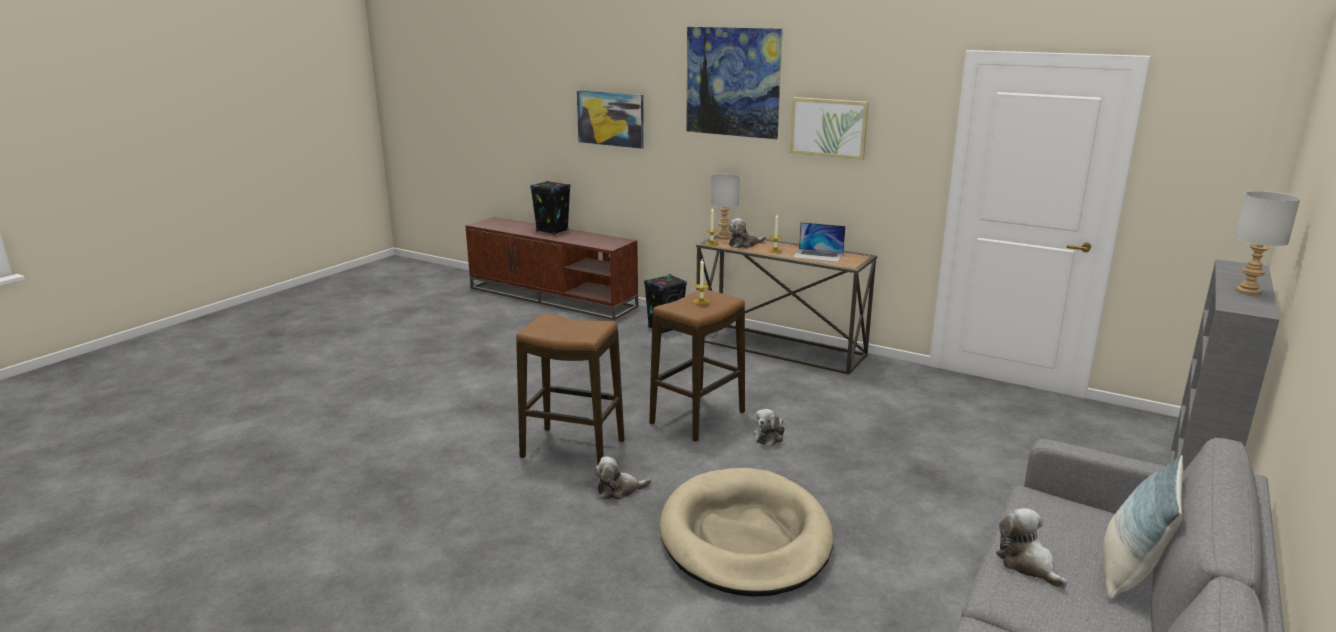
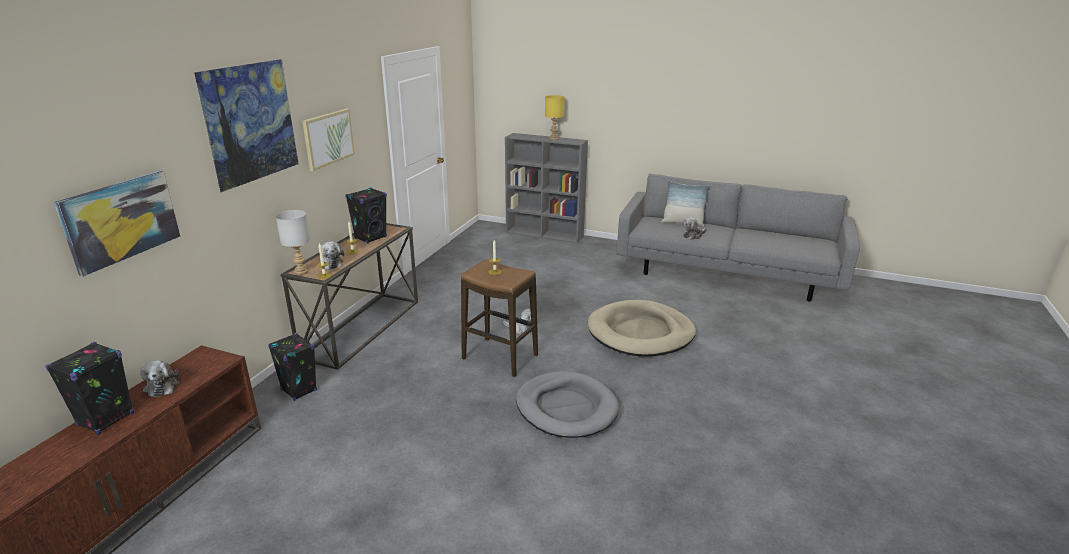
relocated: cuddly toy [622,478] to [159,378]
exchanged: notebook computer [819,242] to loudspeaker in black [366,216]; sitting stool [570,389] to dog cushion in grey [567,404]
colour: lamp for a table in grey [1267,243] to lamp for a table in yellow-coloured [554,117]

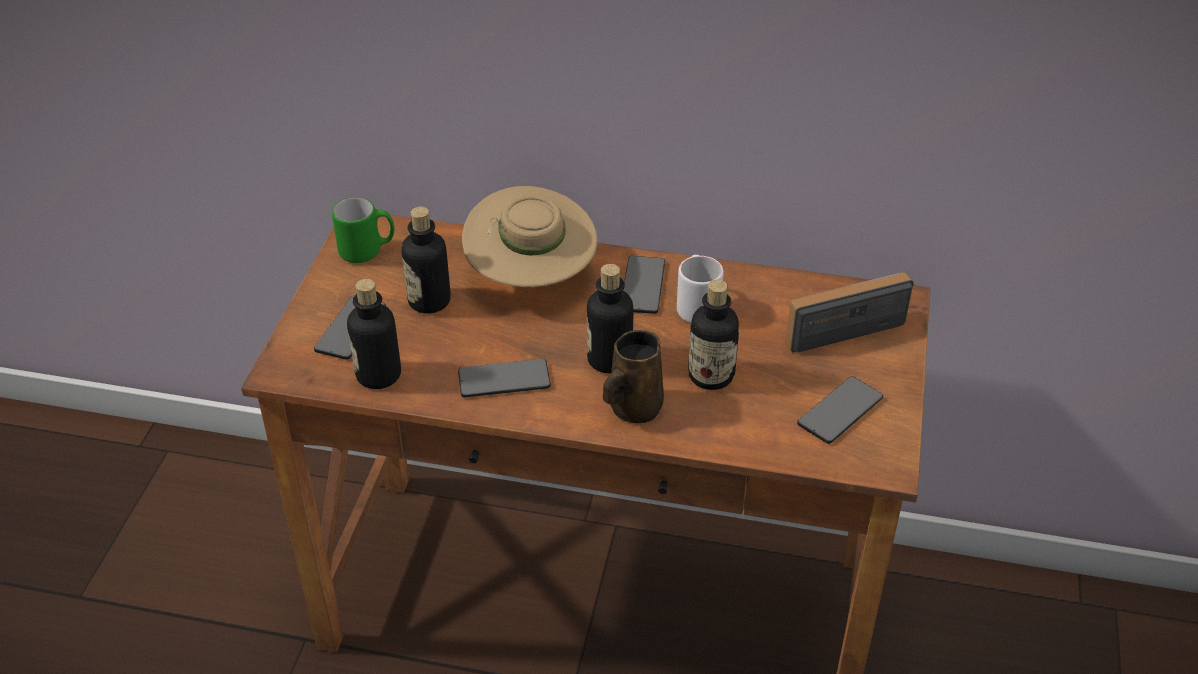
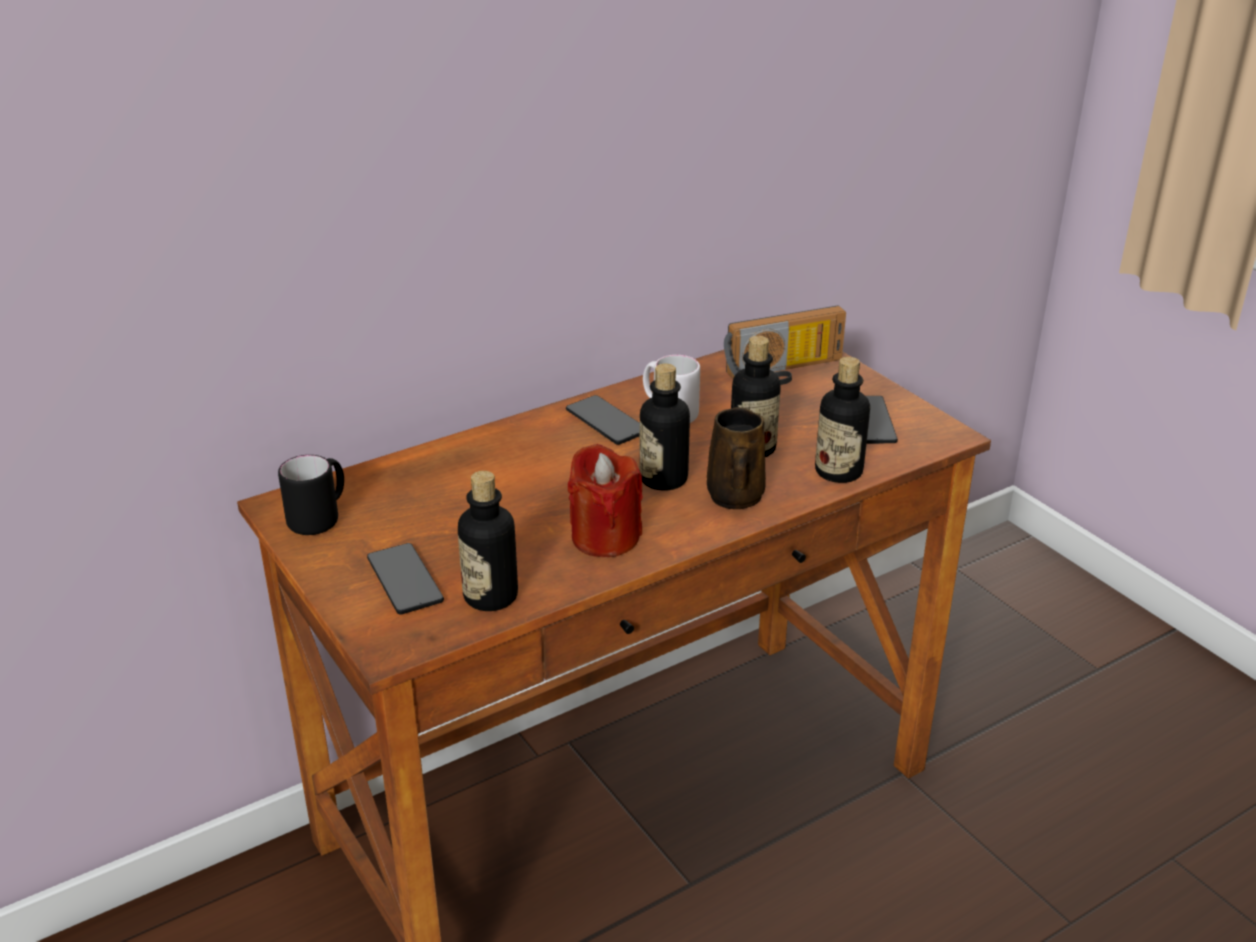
missing: clothing hat in beige-coloured [529,236]
relocated: beverage bottle [426,260] to [842,420]
exchanged: phone [504,378] to candle in red [605,500]
colour: coffee mug in green [363,230] to coffee mug in black [311,495]
spun: radio [849,312] = [785,345] 135 degrees counterclockwise

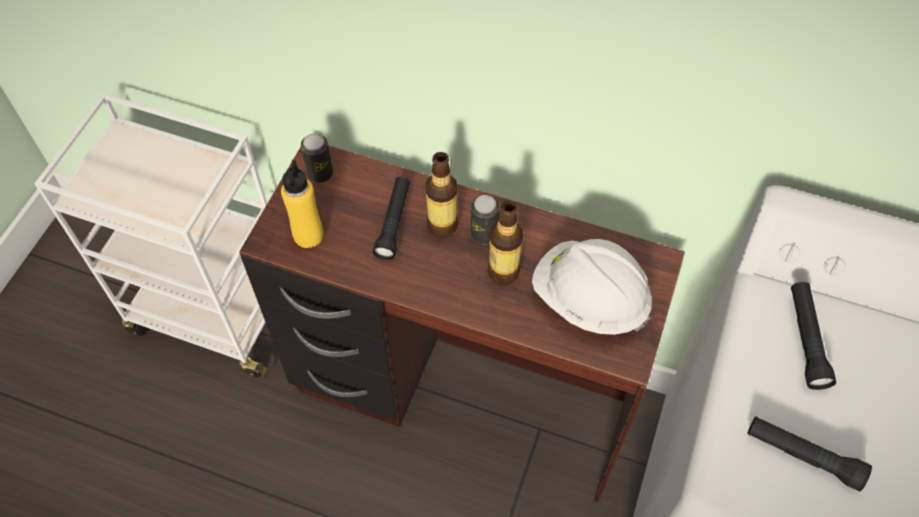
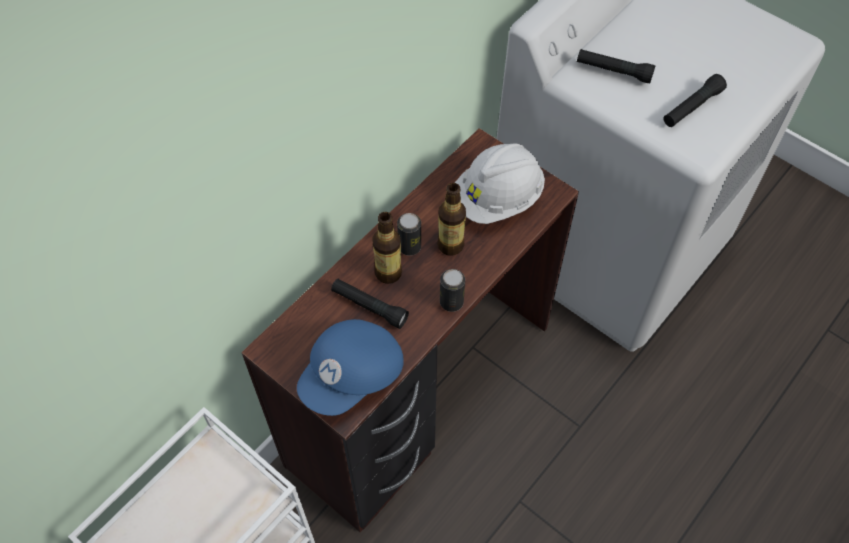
relocated: metal can [317,158] to [452,290]
exchanged: beverage bottle in yellow-coloured [302,204] to cap in blue [350,367]

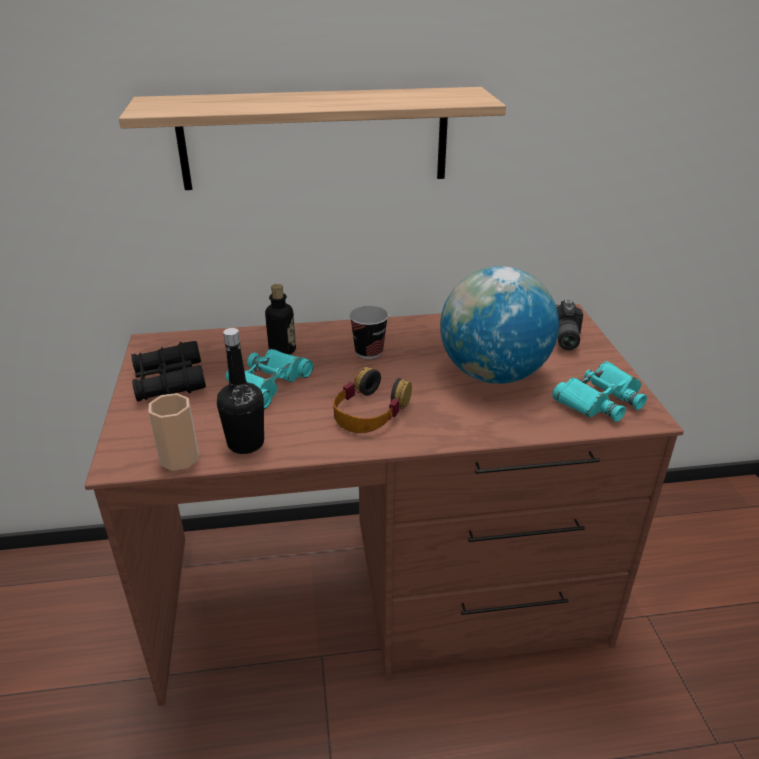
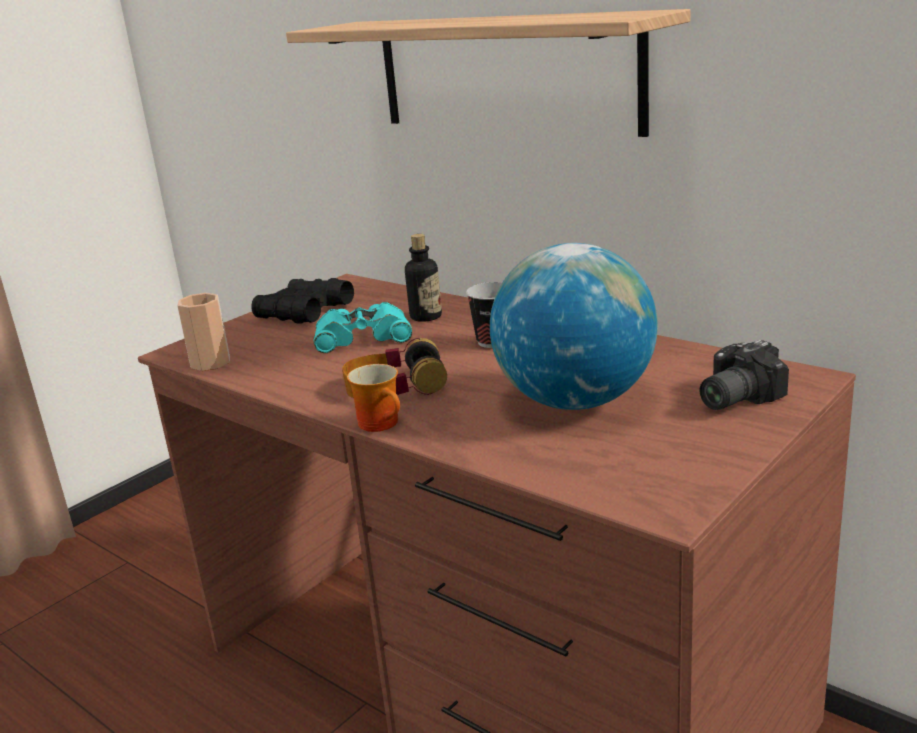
missing: beverage bottle in black [240,391]; field glasses in blue-green [599,391]
appeared: coffee mug [373,398]

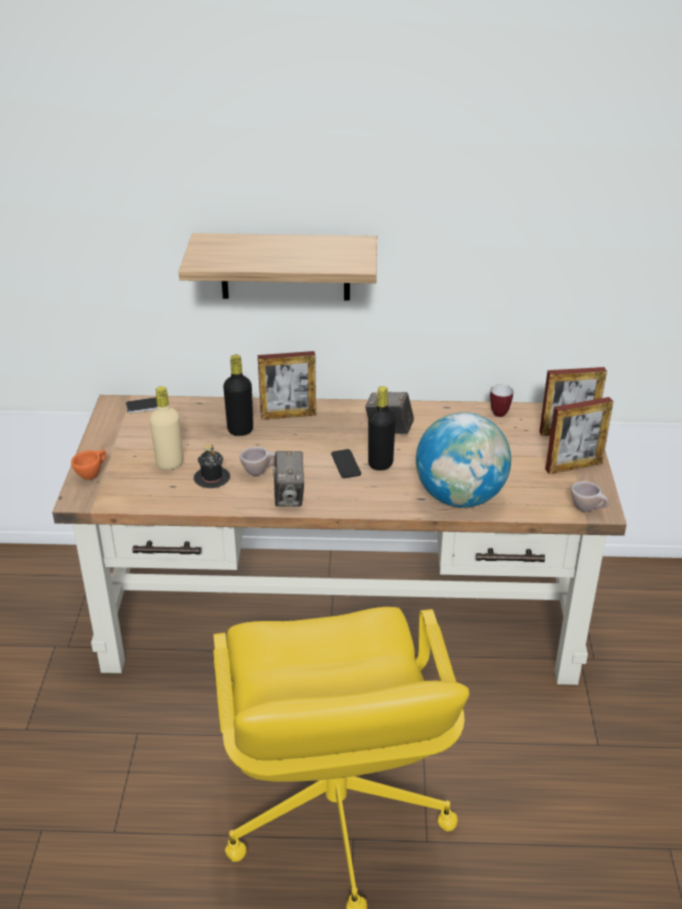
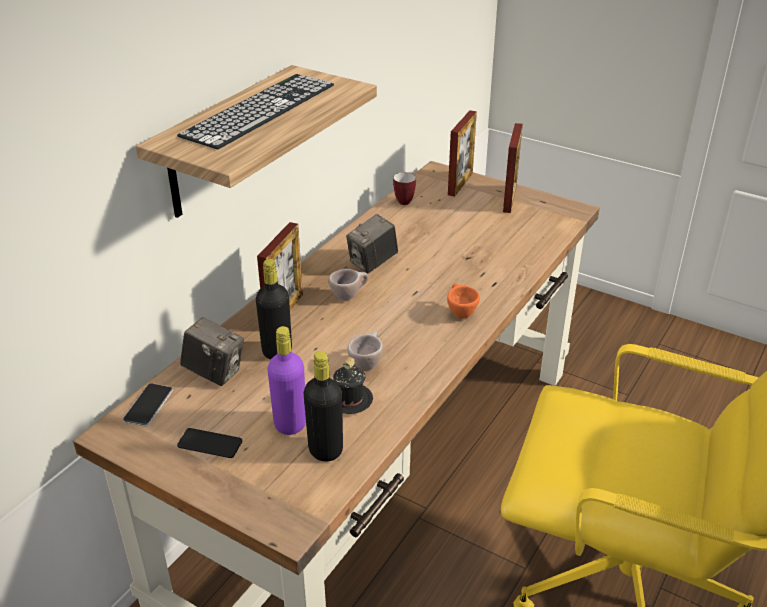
missing: world globe [463,460]
appeared: PC keyboard [255,111]
relocated: beverage bottle in black [382,428] to [323,406]; phone [346,463] to [209,443]; small cup in orange-coloured [88,465] to [463,301]; still camera [288,479] to [212,351]; small cup in beige-coloured [590,496] to [348,284]
colour: beverage bottle in beige-coloured [166,428] to beverage bottle in purplish [286,380]

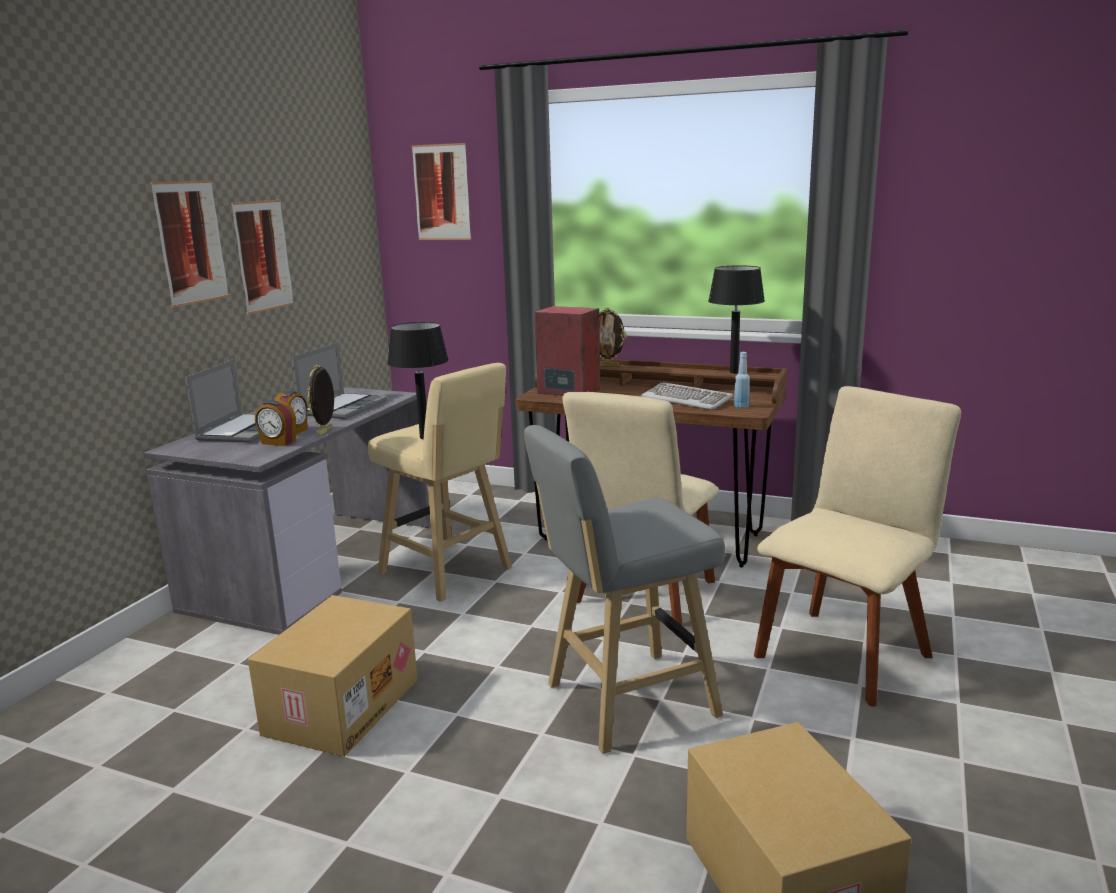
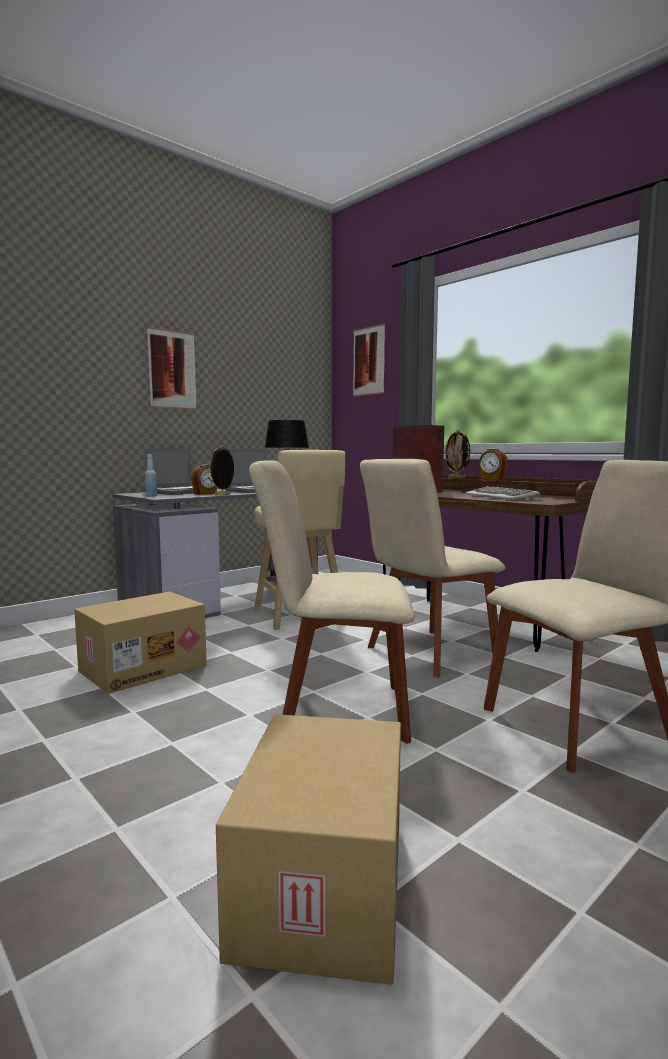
missing: wall picture [262,257]; lamp for a table in black [736,320]
relocated: beverage bottle in blue [742,380] to [151,475]; alarm clock [275,423] to [493,464]
exchanged: sitting stool in grey [624,589] to upright chair in beige-coloured [332,602]

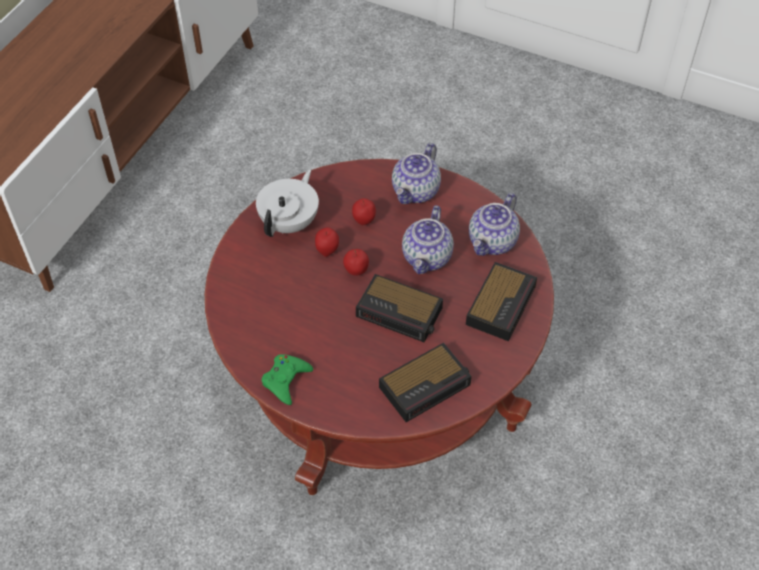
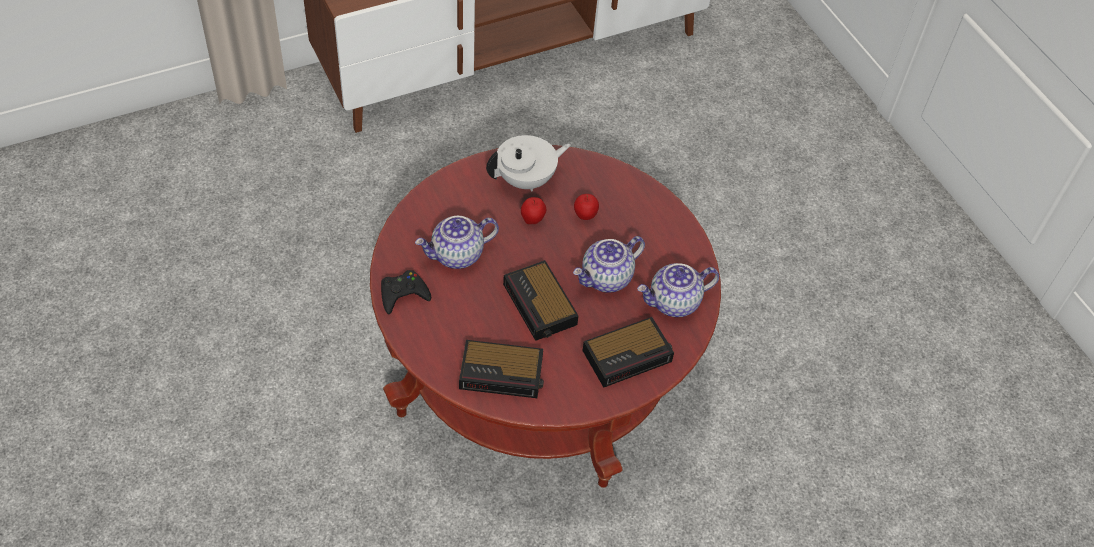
missing: apple [356,262]
relocated: pot for tea [416,173] to [457,242]
colour: gamepad in green [287,379] to gamepad in black [406,292]

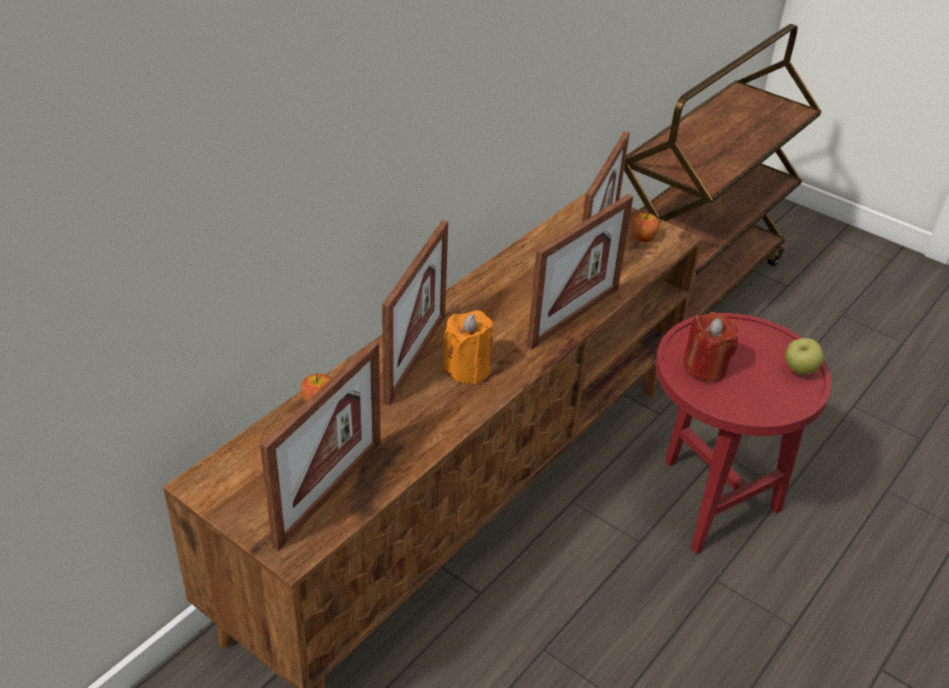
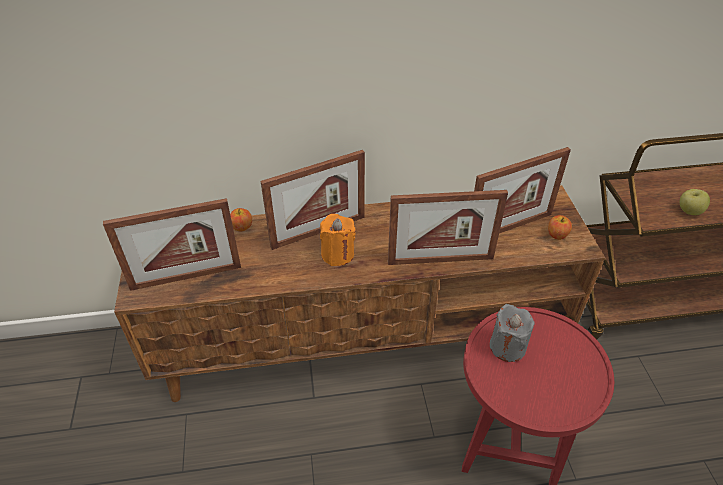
relocated: apple [804,356] to [695,202]
colour: candle in red [710,346] to candle in grey [512,333]

